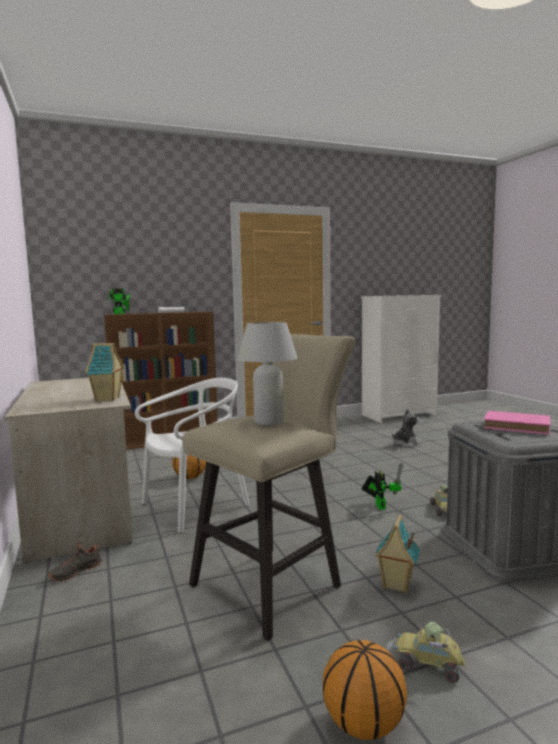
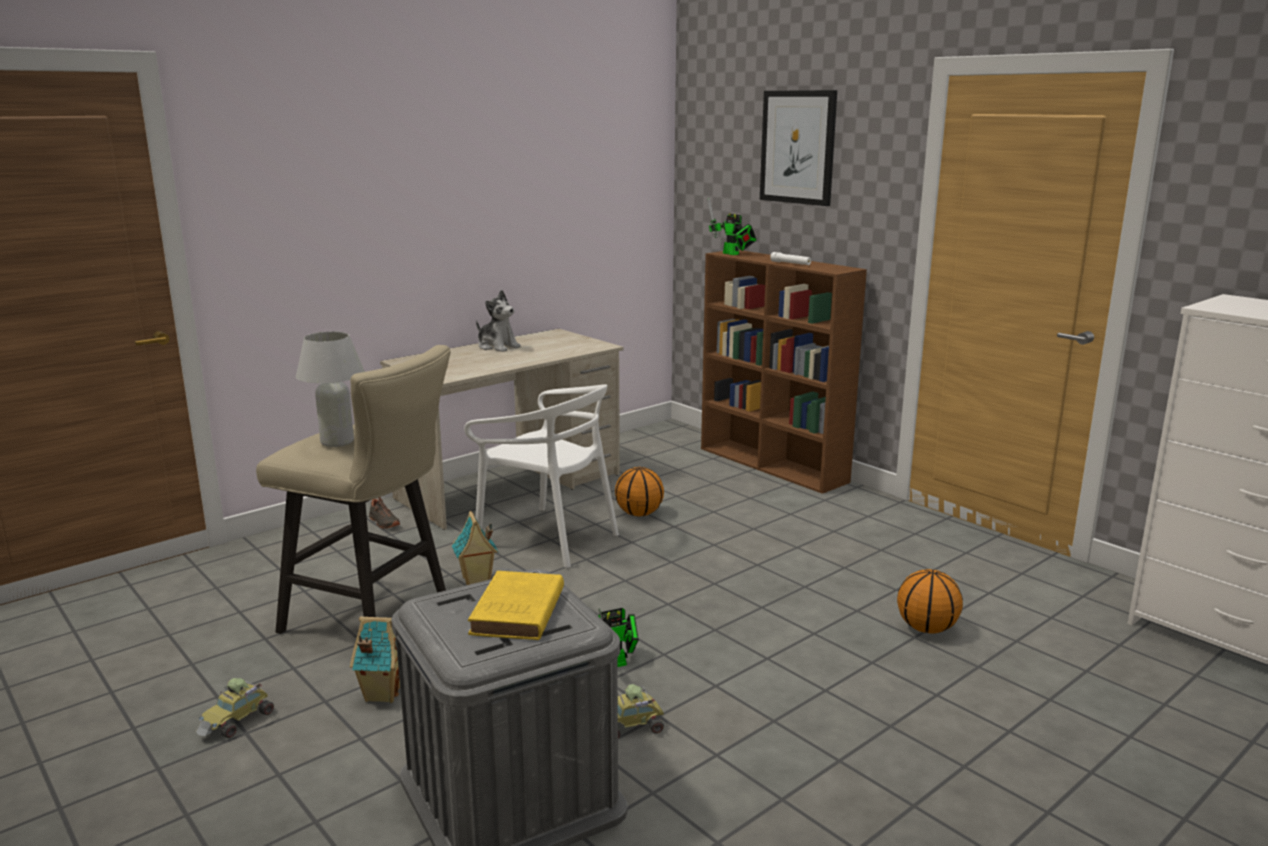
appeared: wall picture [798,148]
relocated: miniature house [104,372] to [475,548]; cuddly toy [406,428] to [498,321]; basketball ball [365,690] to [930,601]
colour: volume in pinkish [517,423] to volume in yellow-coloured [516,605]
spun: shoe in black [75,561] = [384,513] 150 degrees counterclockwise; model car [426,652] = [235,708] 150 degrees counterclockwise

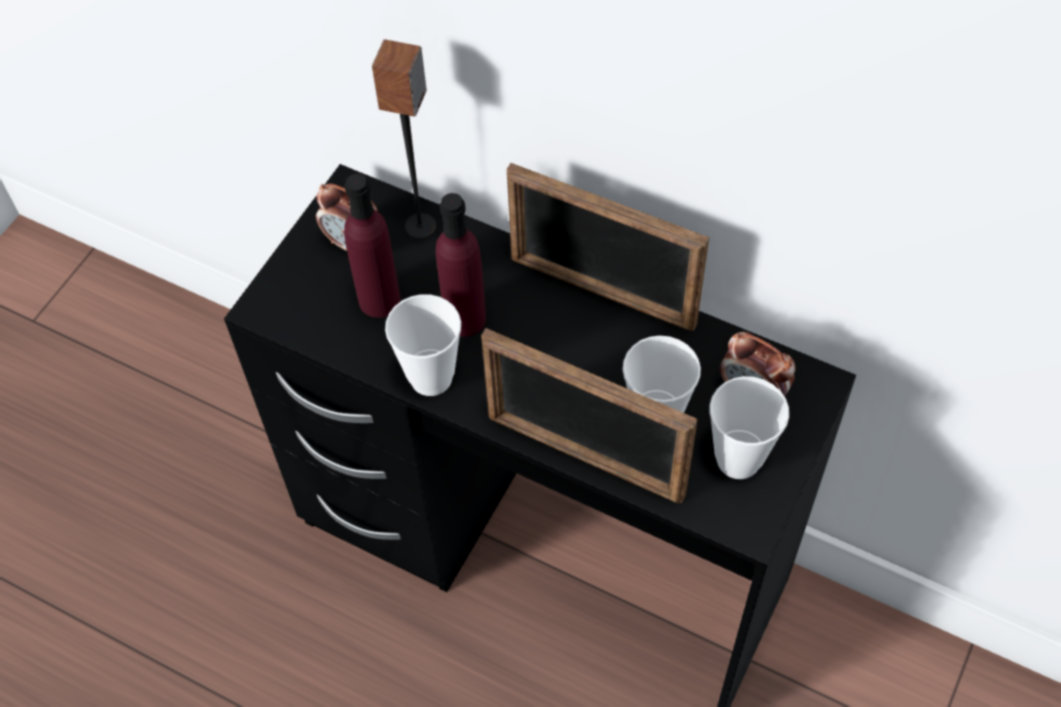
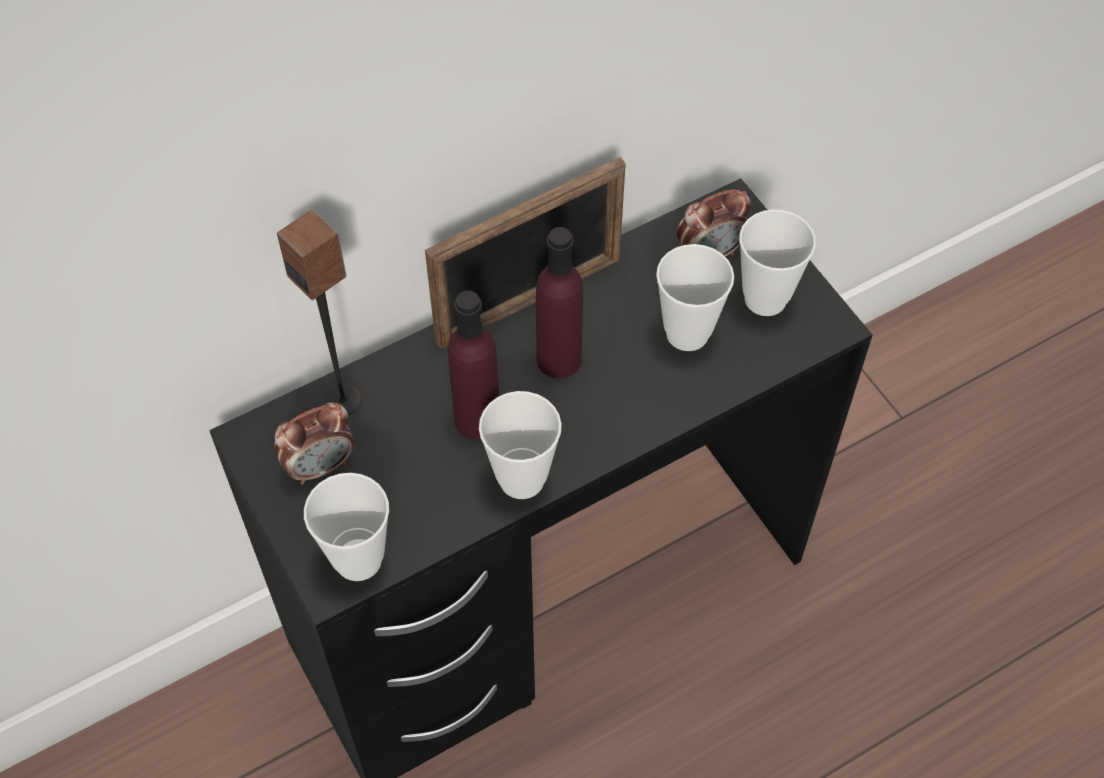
missing: picture frame [589,415]
appeared: small cup [346,527]
relocated: beverage bottle in purplish [372,246] to [559,302]

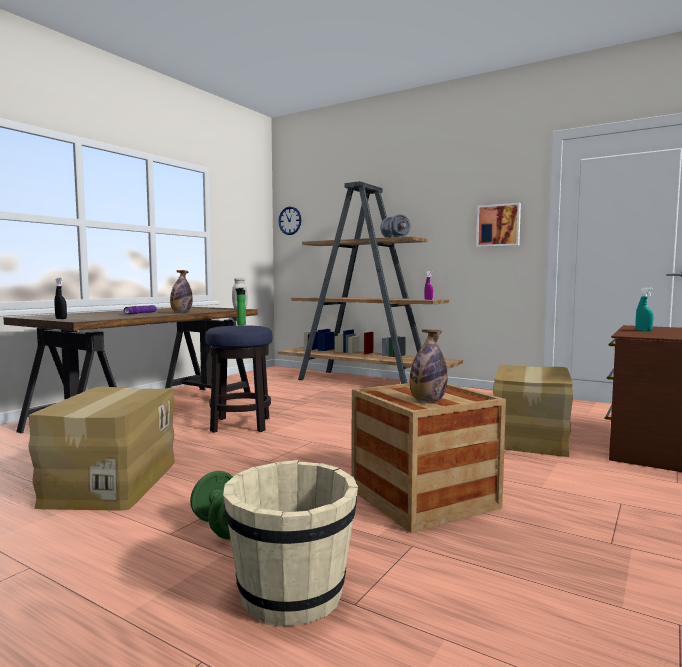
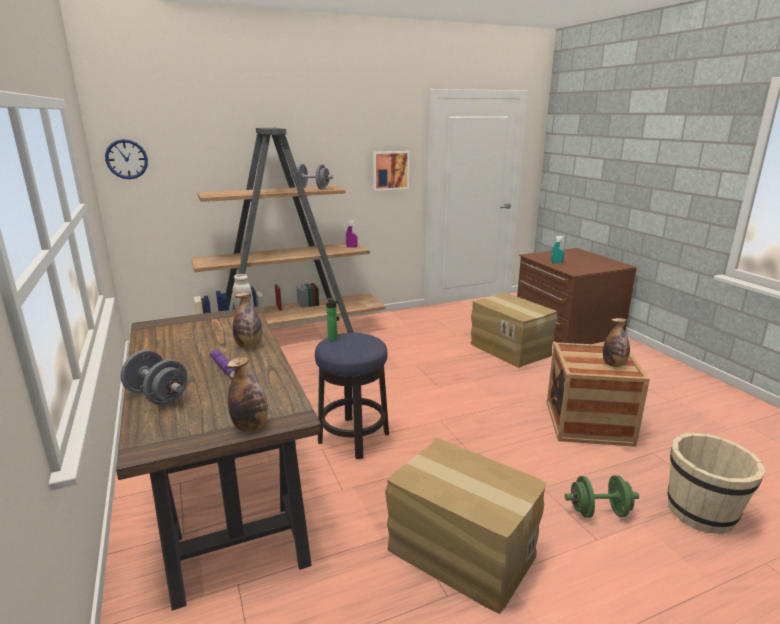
appeared: dumbbell in grey [154,377]
exchanged: sprayer in black [60,298] to beverage bottle [247,394]

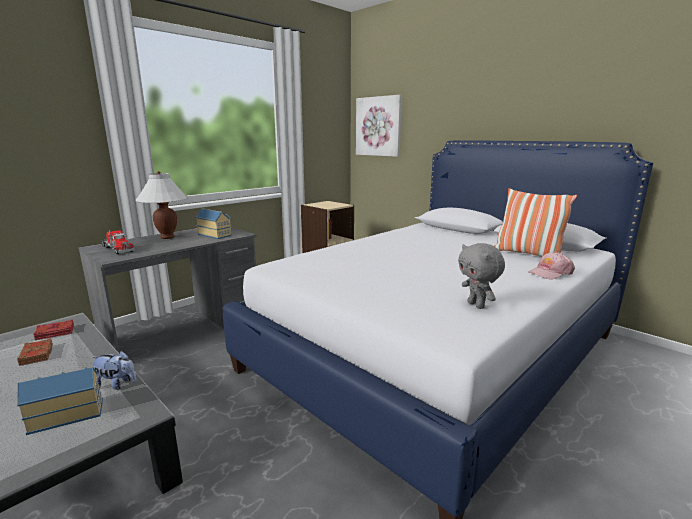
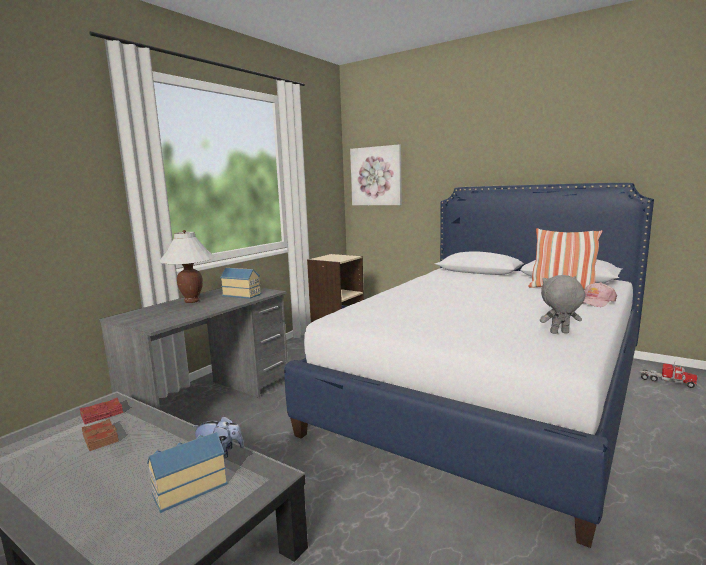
relocated: model truck [117,241] to [668,375]
spun: cuddly toy in grey [481,276] = [562,304] 120 degrees clockwise

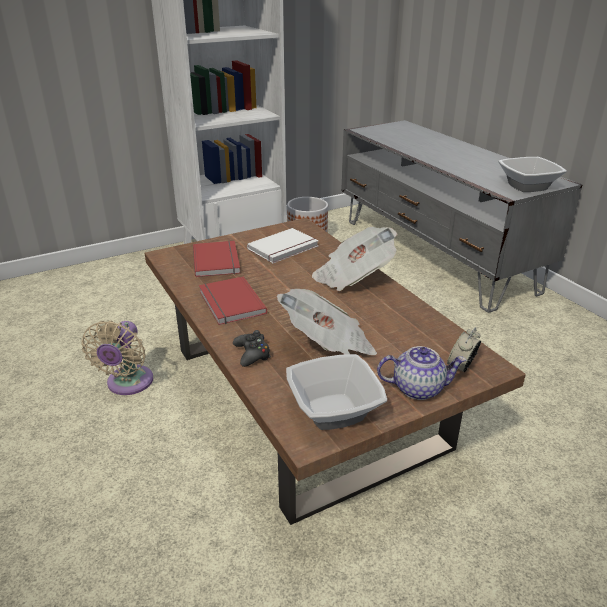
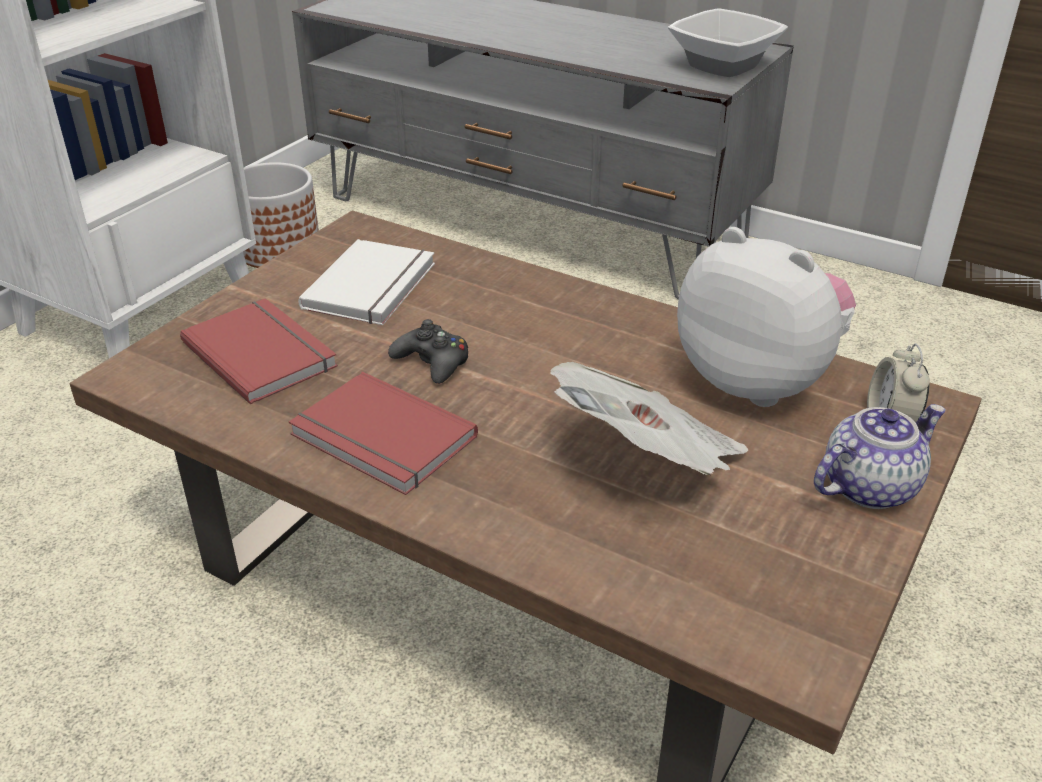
missing: newspaper [355,259]; electric fan in beige-coloured [117,358]; serving bowl [336,392]
appeared: cuddly toy [766,317]
relocated: gamepad in black [252,348] to [428,351]

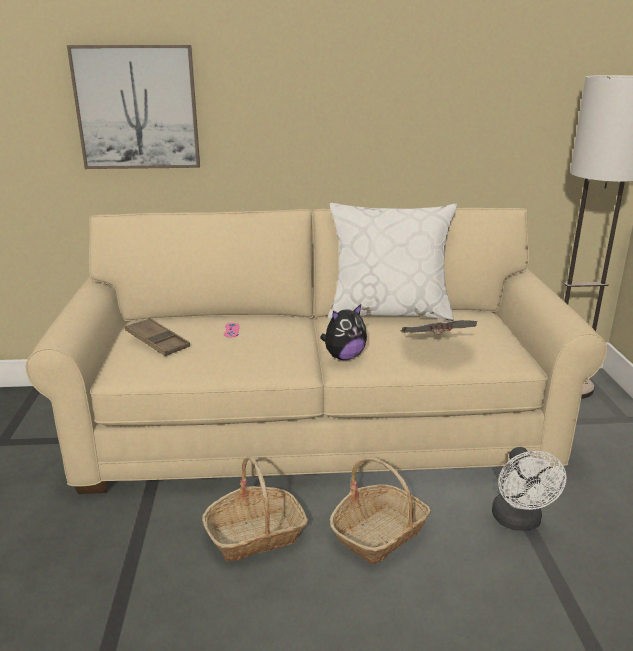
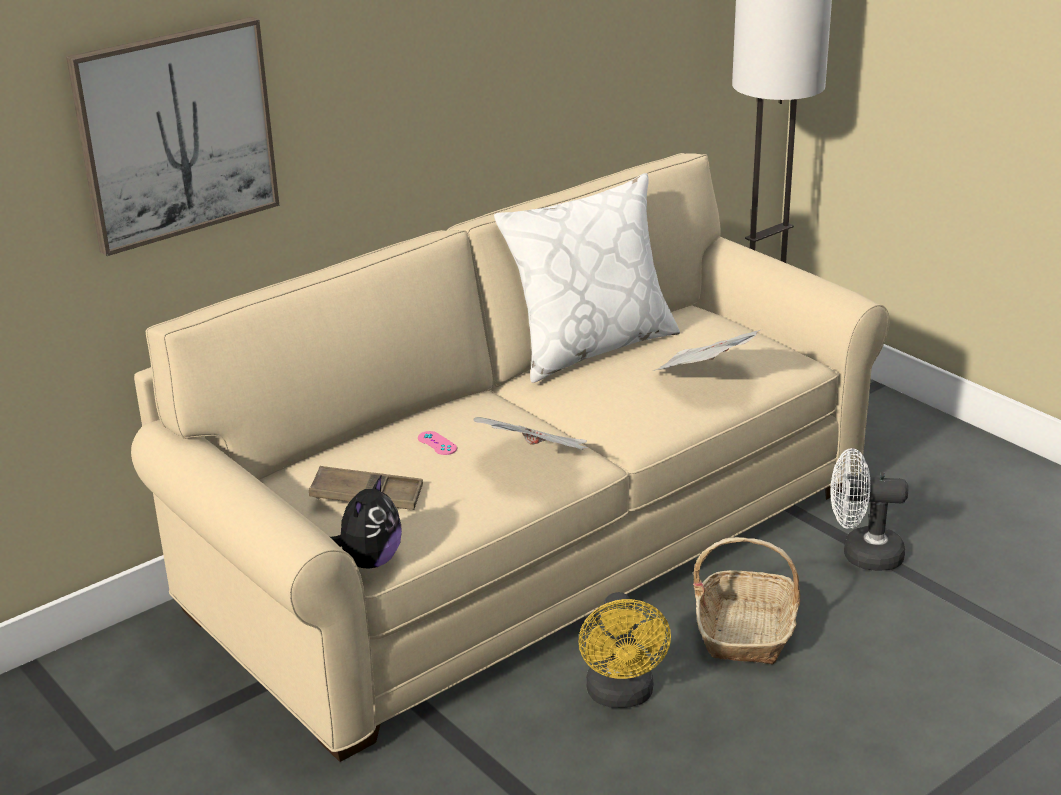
appeared: newspaper [531,433]
relocated: cuddly toy [343,332] to [366,521]
exchanged: basket [255,508] to electric fan in yellow-coloured [625,650]
spun: electric fan in white-coloured [529,489] = [869,509] 135 degrees clockwise

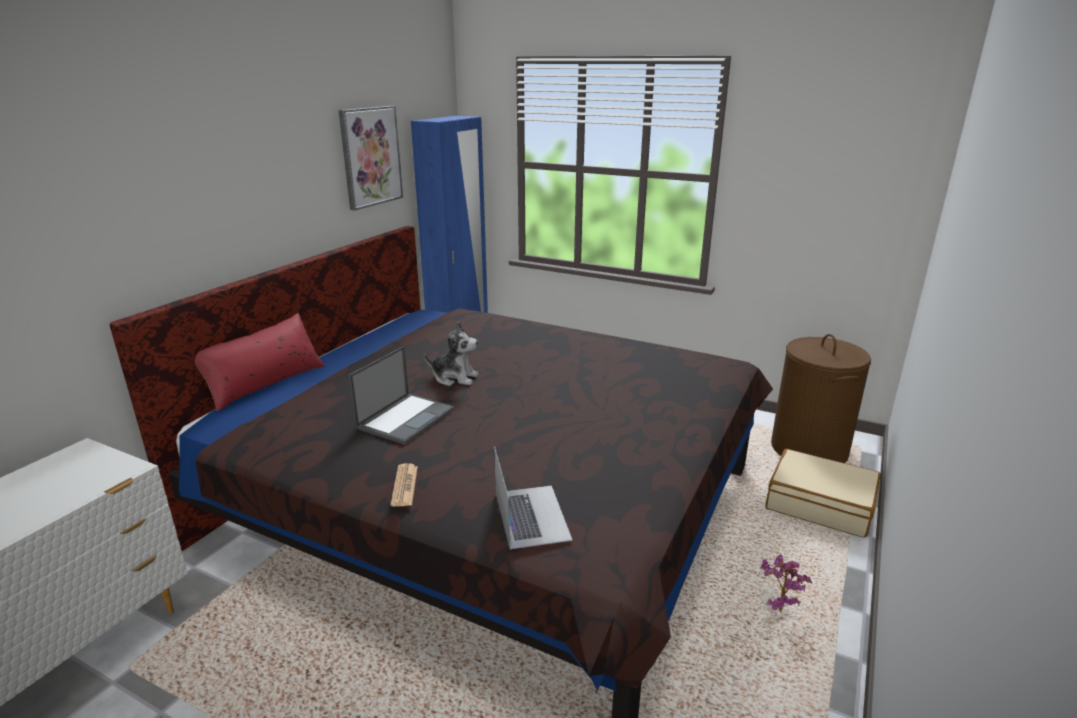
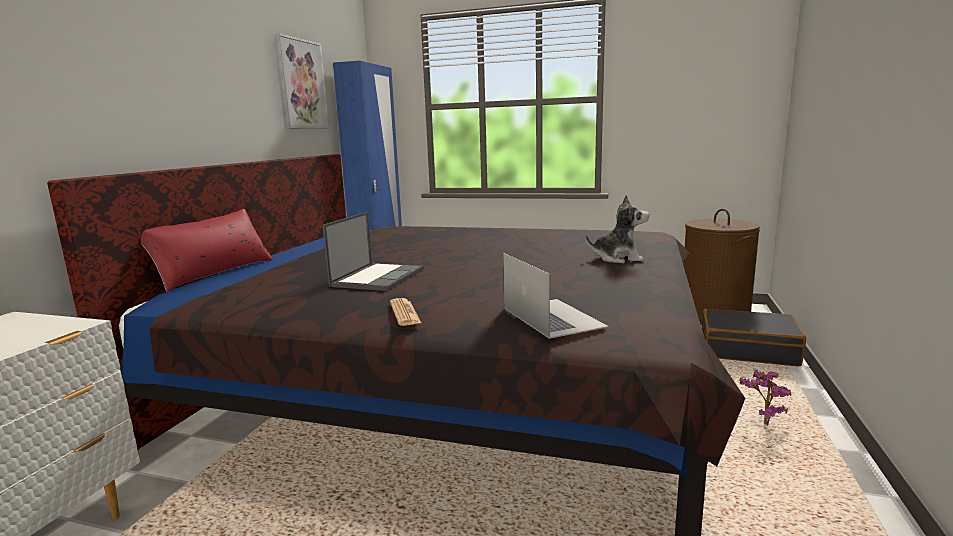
relocated: cuddly toy [451,354] to [617,229]
colour: suitcase in beige-coloured [823,493] to suitcase in black [754,337]

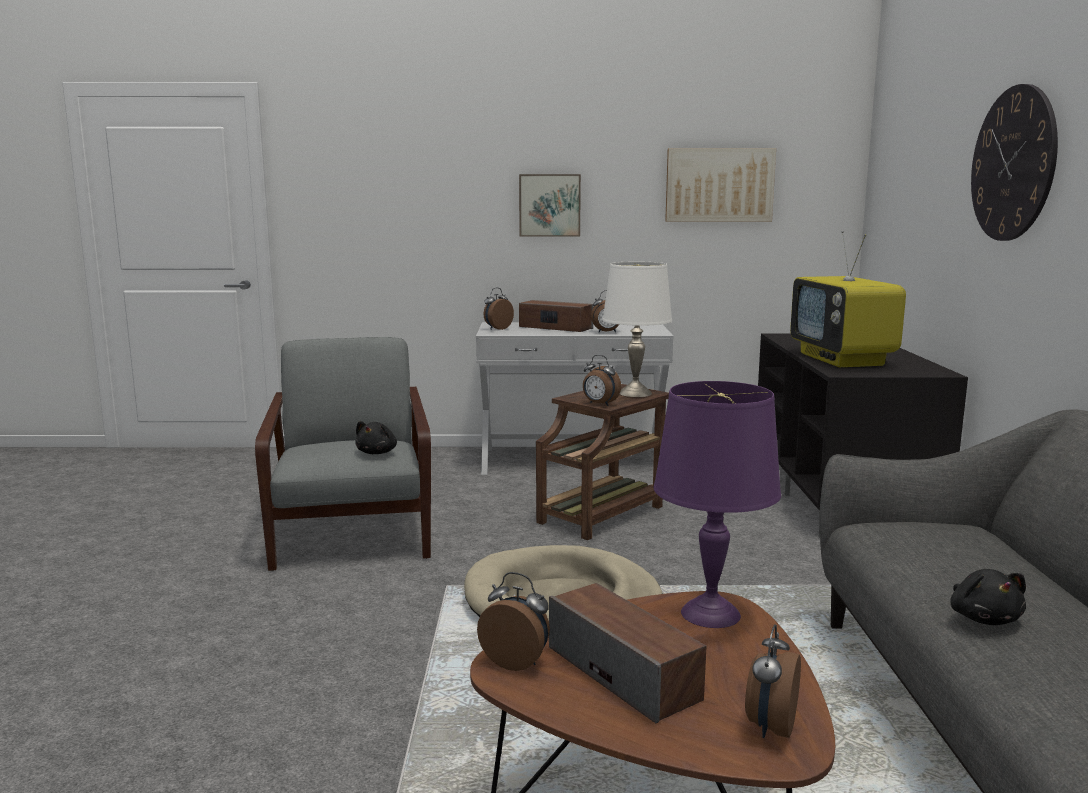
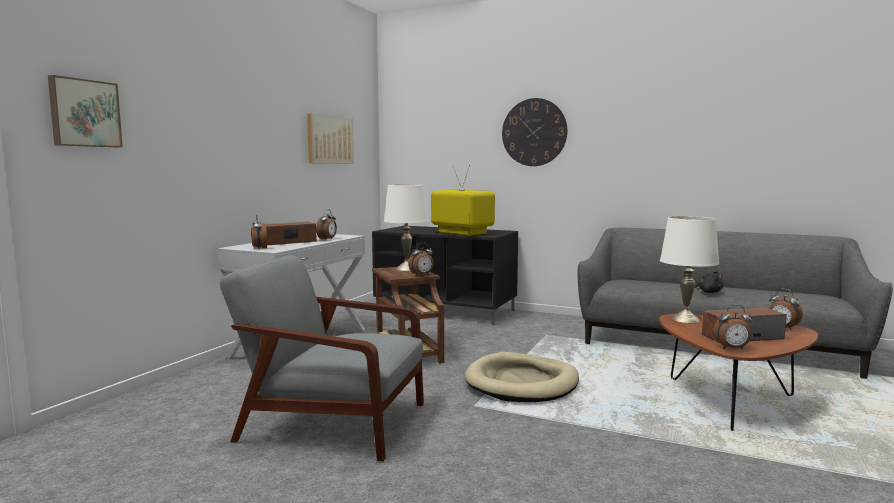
missing: cuddly toy in black [376,437]
relocated: wall picture [550,205] to [85,111]
colour: lamp for a table in purplish [717,504] to lamp for a table in white-coloured [689,269]
spun: television [848,299] = [463,200] 150 degrees counterclockwise; alarm clock [513,621] = [732,327] 135 degrees counterclockwise

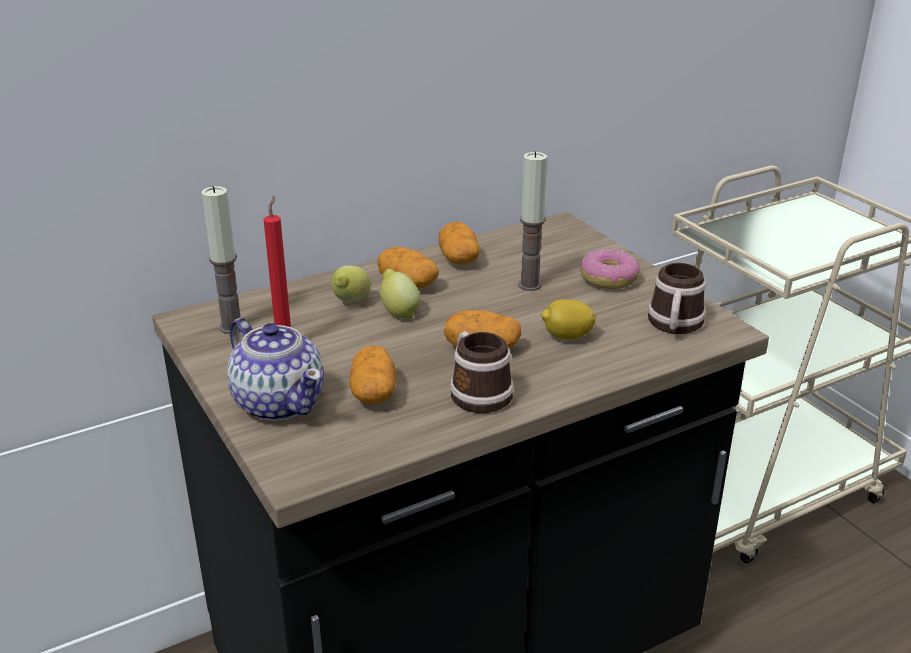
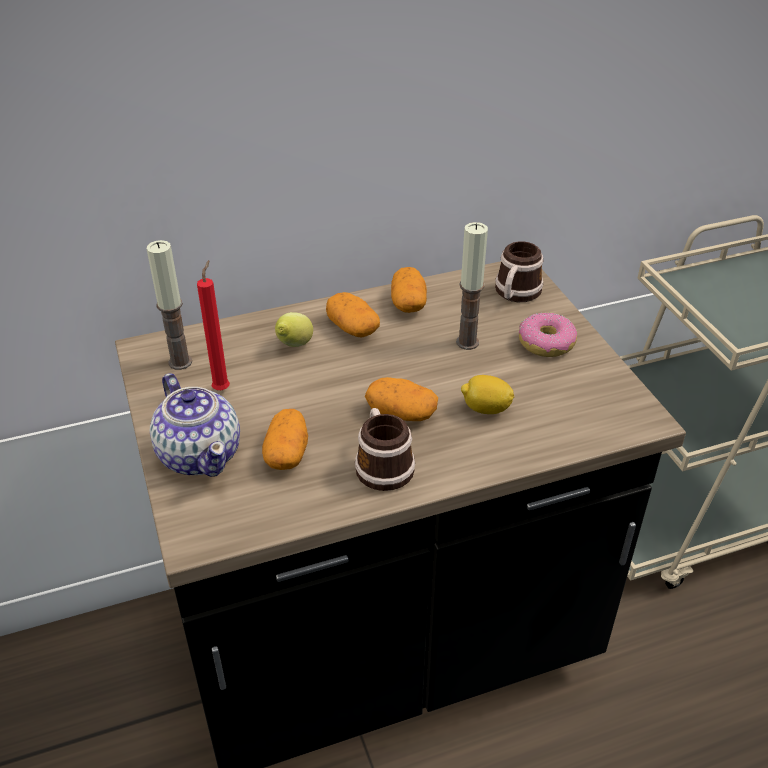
missing: lemon [400,293]
relocated: coffee mug [677,298] to [519,271]

